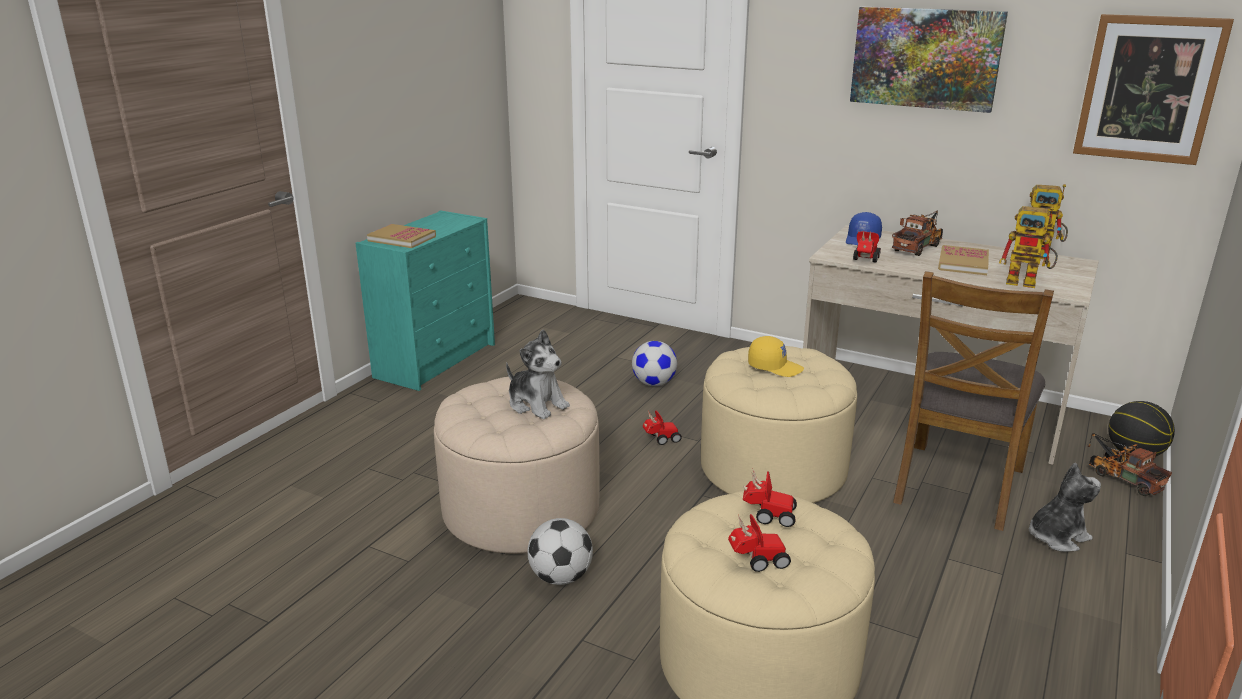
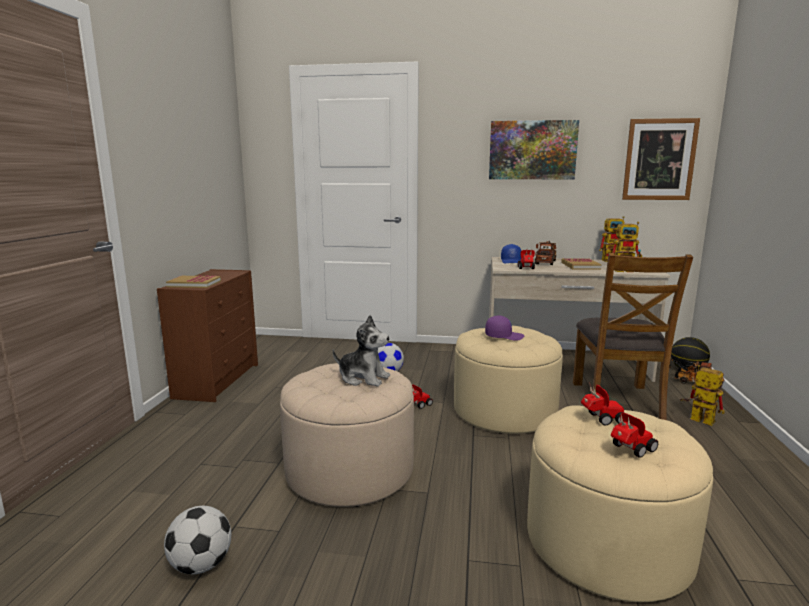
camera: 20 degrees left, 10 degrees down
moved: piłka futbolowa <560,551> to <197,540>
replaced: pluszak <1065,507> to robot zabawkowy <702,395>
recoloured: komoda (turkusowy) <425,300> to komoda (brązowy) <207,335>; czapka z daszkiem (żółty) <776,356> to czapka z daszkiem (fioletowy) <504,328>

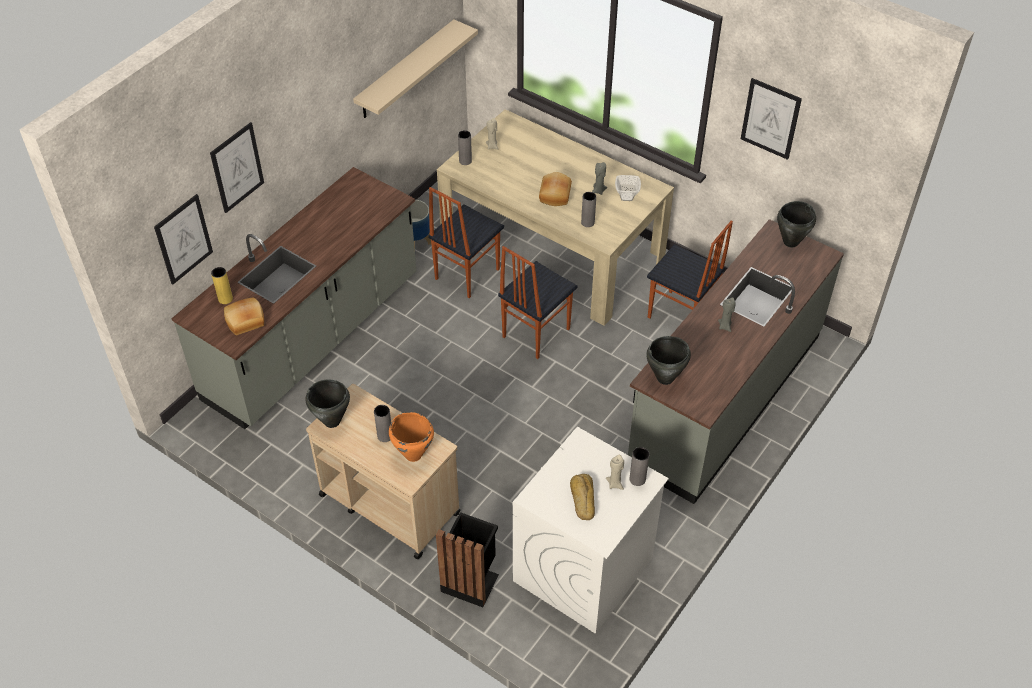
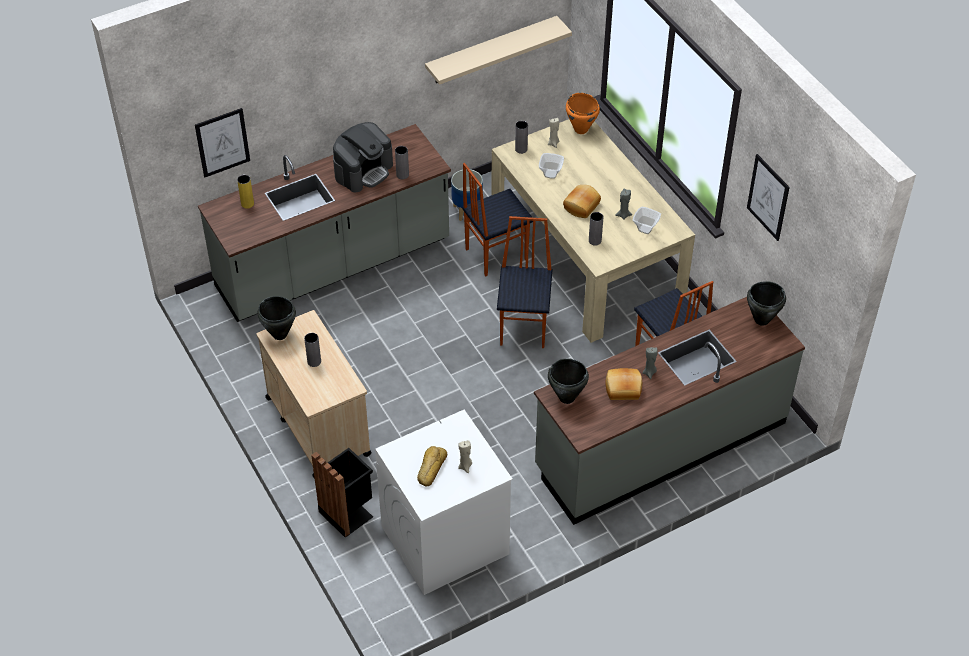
camera: 25 degrees right, 0 degrees up
removed: obraz <237,167>
added: ekspres do kawy <363,157>; miska <551,166>
moved: wazon (szary) <639,466> to <402,162>; garnek (pomarańczowy) <411,437> to <583,113>; chleb <244,316> to <623,384>
turned: krzesło <538,302> = <524,282> 120 degrees clockwise

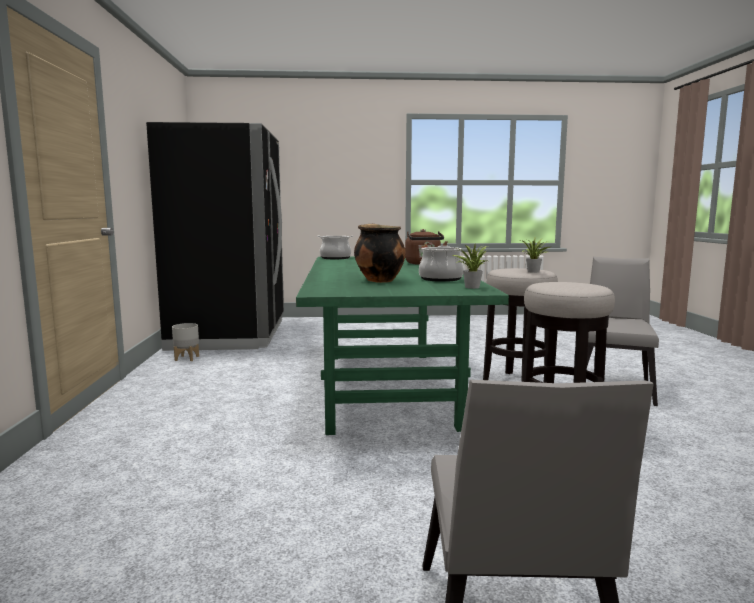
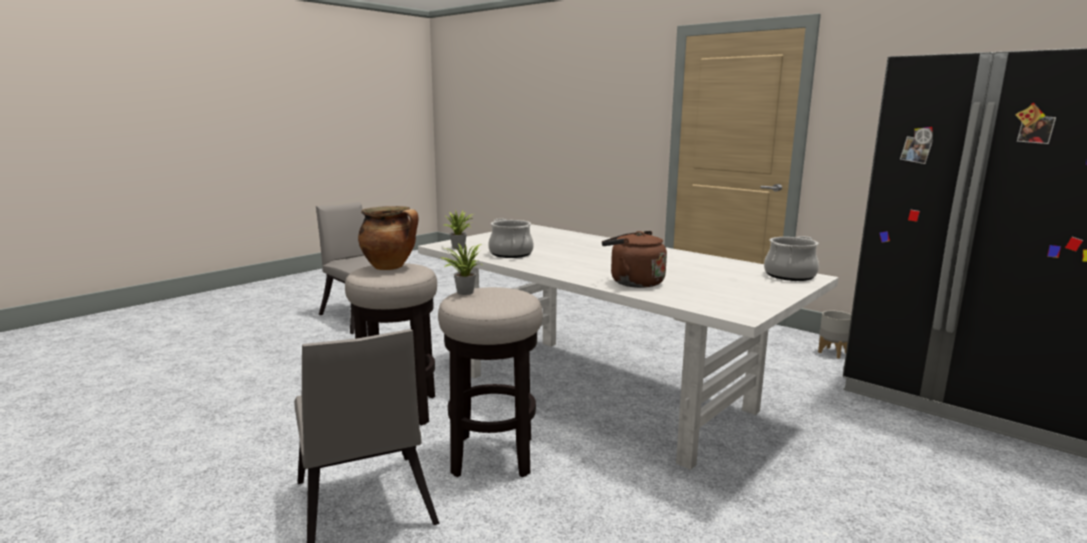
camera: 135 degrees right, 5 degrees up
moved: garnek <380,253> to <388,238>
recoloured: stół jadalny (zielony) <402,346> to stół jadalny (biały) <628,347>

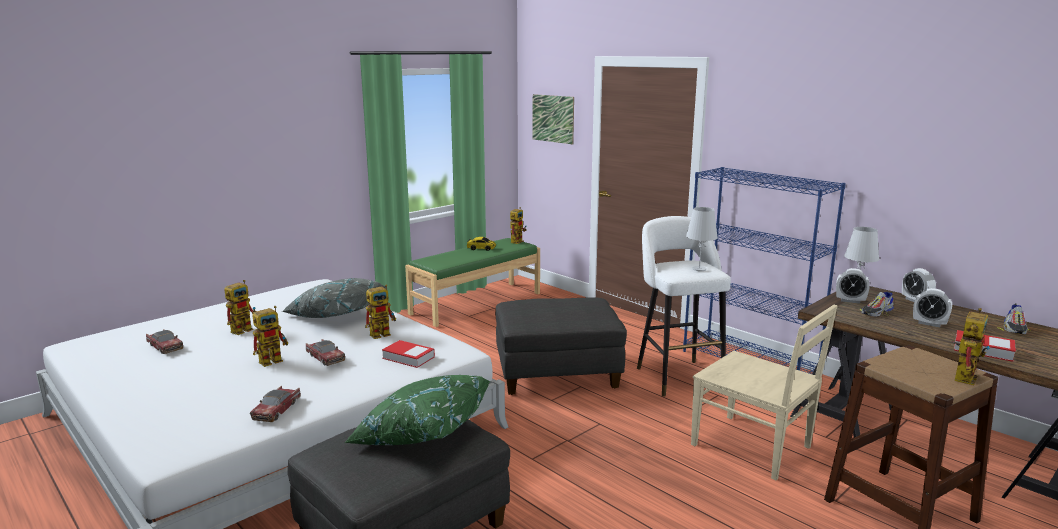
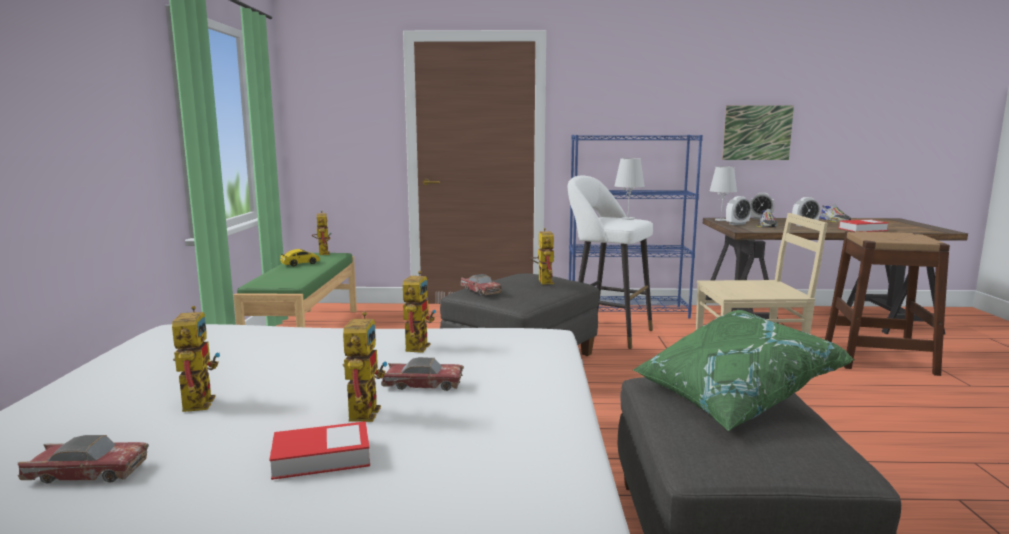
camera: 45 degrees left, 5 degrees down
removed: poduszka (szary) <334,298>
moved: książka <408,354> to <319,450>; samochodzik <275,404> to <481,284>; robot zabawkowy <971,346> to <542,256>; obraz <553,119> to <758,133>

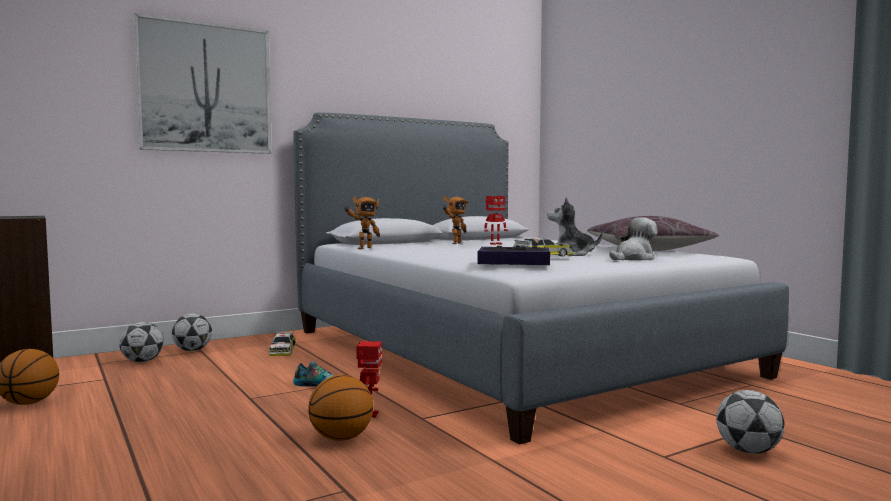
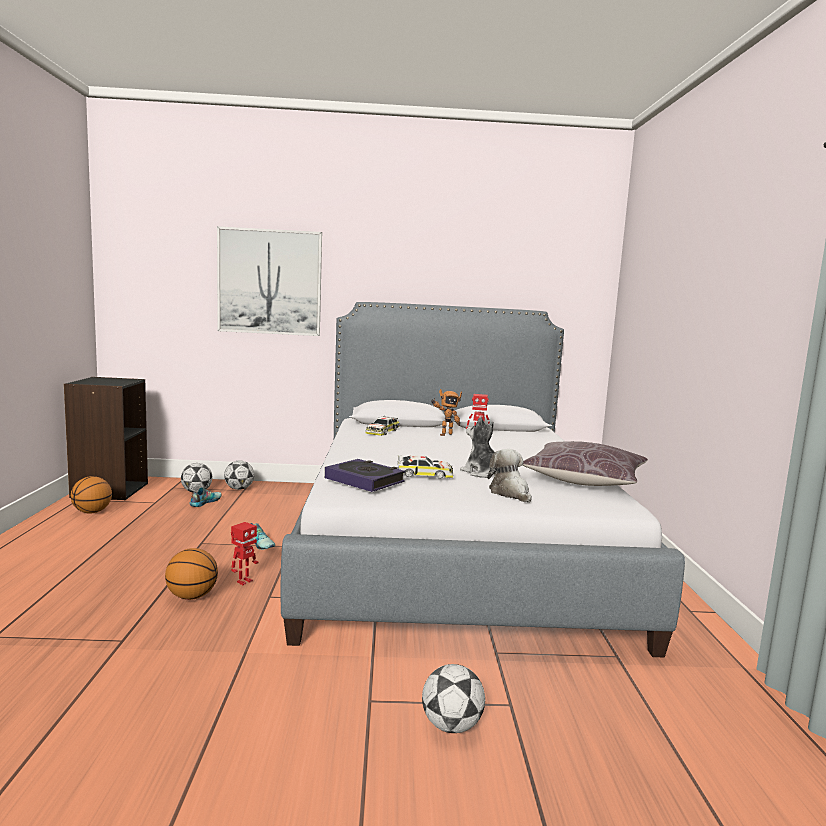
camera: 30 degrees right, 5 degrees up
removed: robot zabawkowy <362,222>
added: but <205,497>
moved: samochodzik <282,344> to <382,426>
turned: pluszak <633,238> = <510,476> 105 degrees counterclockwise

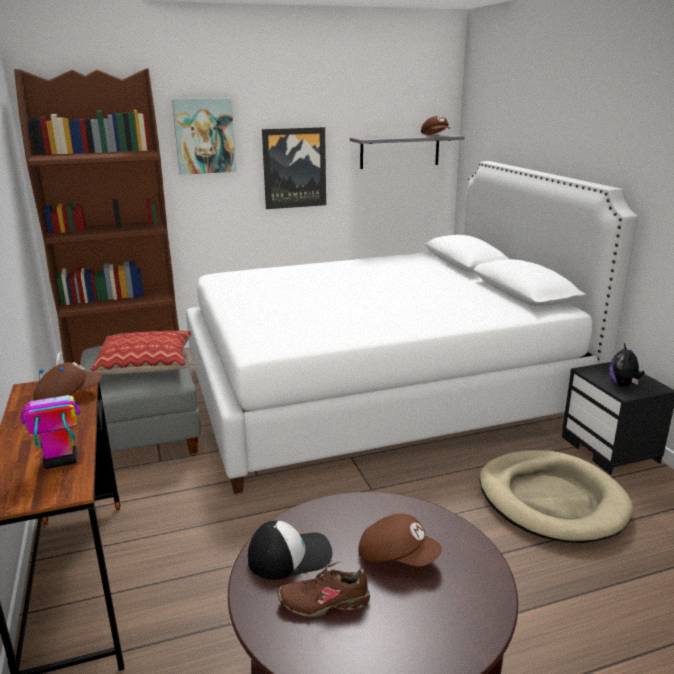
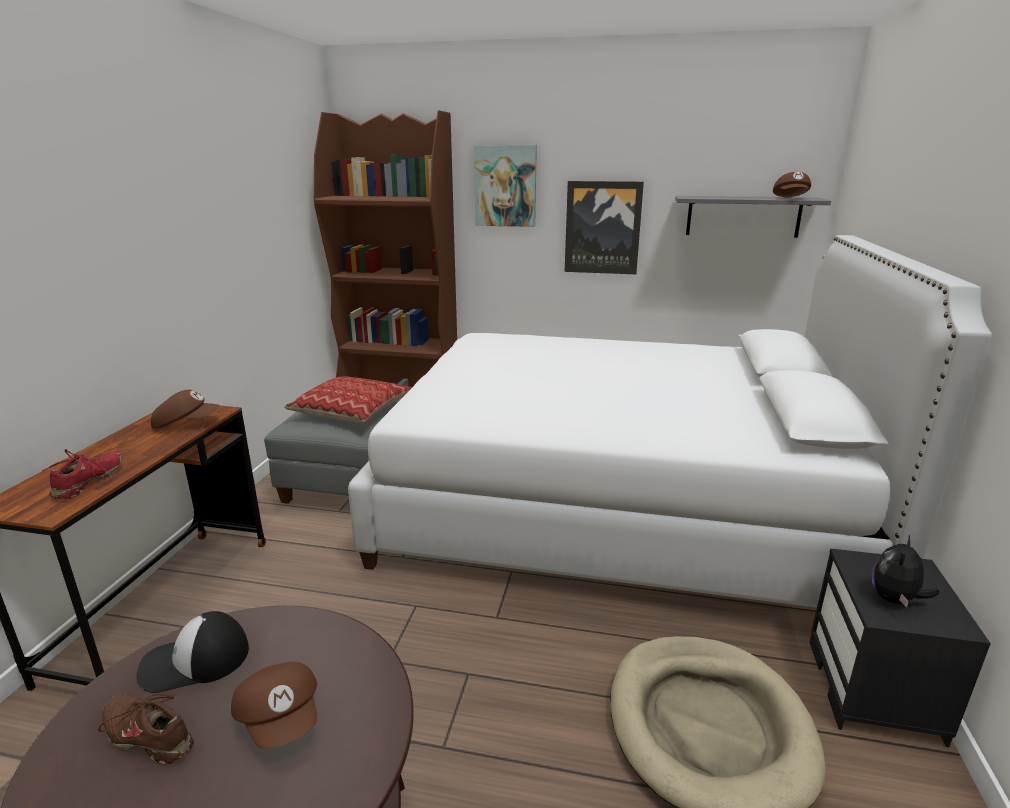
camera: 30 degrees right, 0 degrees up
replaced: robot zabawkowy <50,418> to but (czerwony) <82,474>
turned: czapka z daszkiem <290,550> = <193,652> 150 degrees clockwise

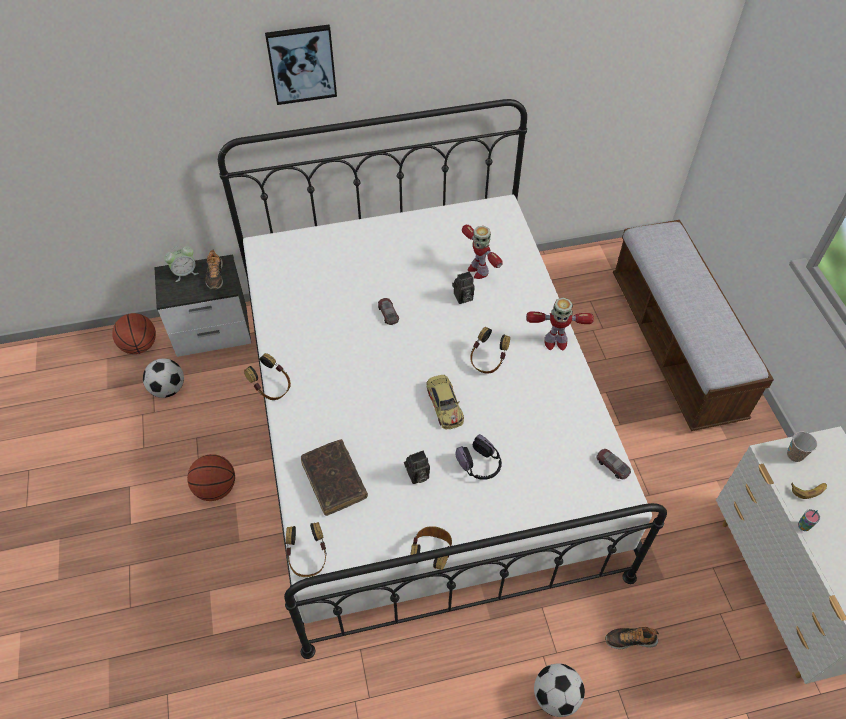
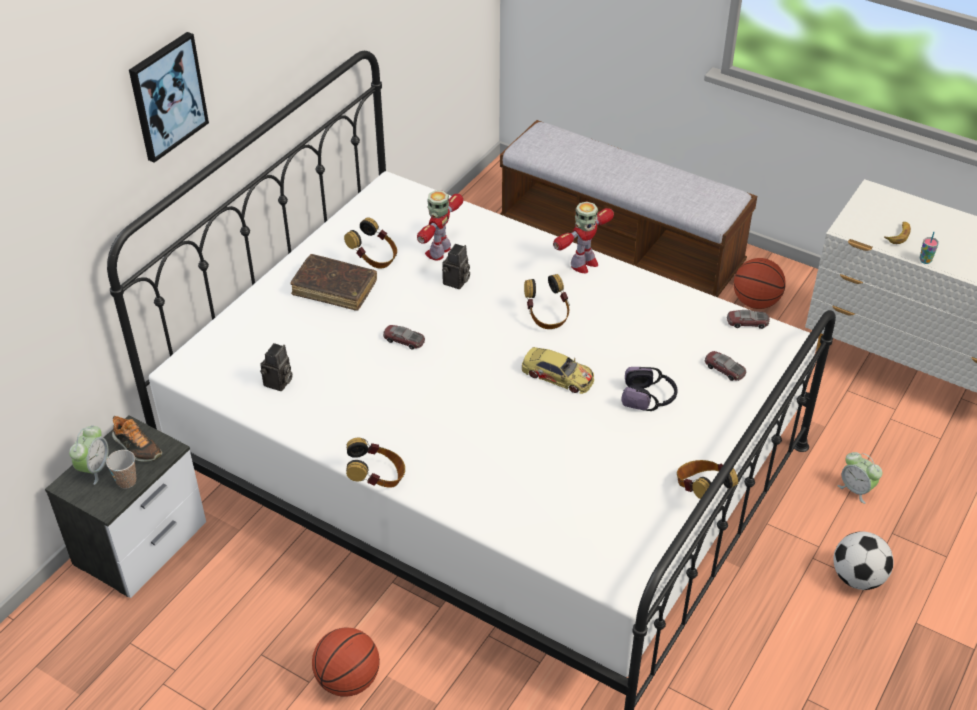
camera: 45 degrees left, 10 degrees down
removed: piłka futbolowa <163,378>
added: samochodzik <725,366>
moved: filiżanka <802,446> to <121,469>; aparat fotograficzny <417,467> to <276,367>; książka (brązowy) <334,477> to <333,282>; słuchawki <306,549> to <370,243>; piłka do koszykówki <134,333> to <760,283>
replaced: but <632,638> to budzik <859,478>
turned: robot zabawkowy <482,252> = <440,225> 105 degrees clockwise

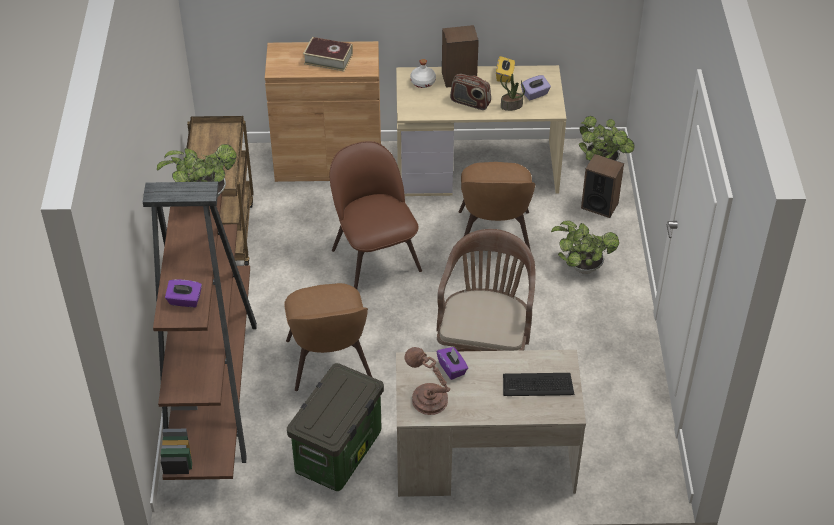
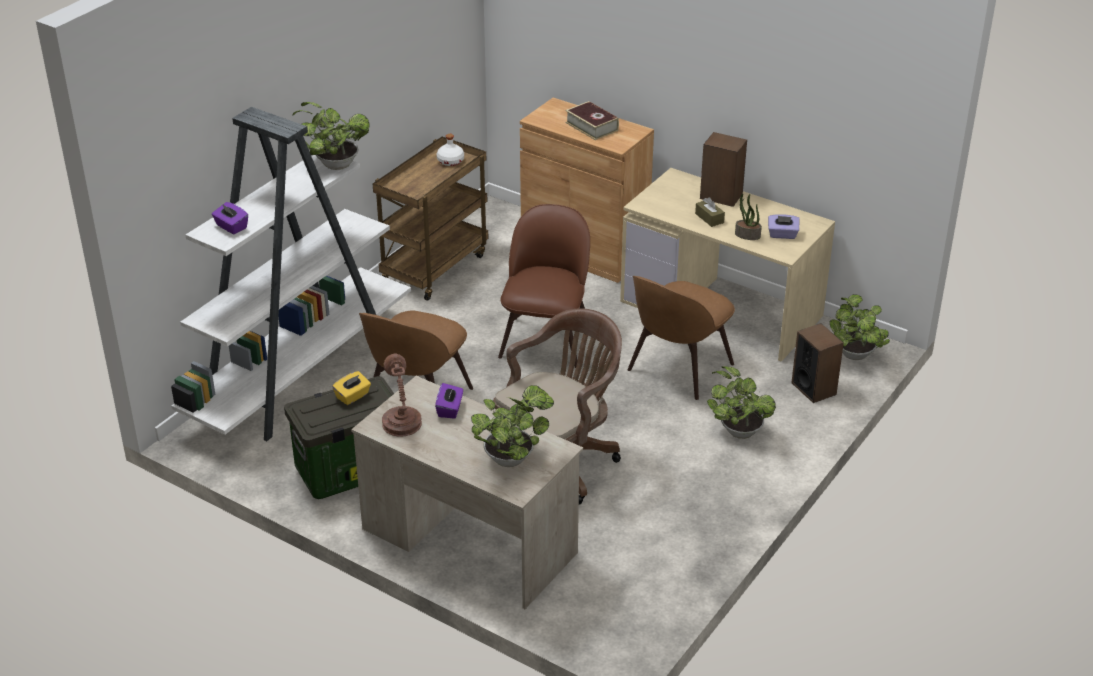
camera: 35 degrees right, 10 degrees down
moved: pudełko chusteczek (żółty) <505,69> to <351,388>; butelka (biały) <423,73> to <450,150>
replaced: klawiatura <539,384> to roślina doniczkowa <512,426>; radio <470,92> to pudełko chusteczek (brązowy) <710,212>
recoloured: regał (brązowy) <200,331> to regał (biały) <291,274>

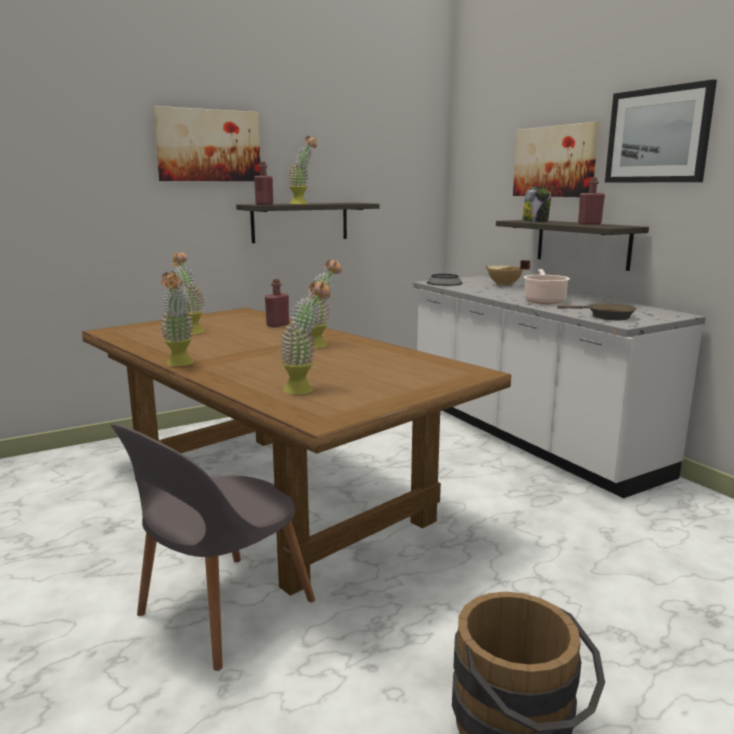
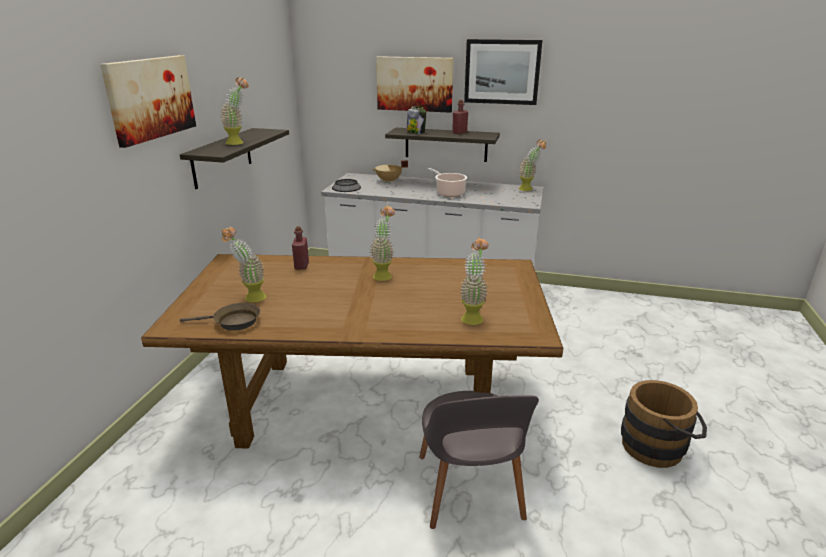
camera: 45 degrees left, 10 degrees up
removed: butelka (czerwony) <263,183>
moved: patelnia (brązowy) <597,311> to <220,317>; roślina doniczkowa <177,318> to <532,165>

